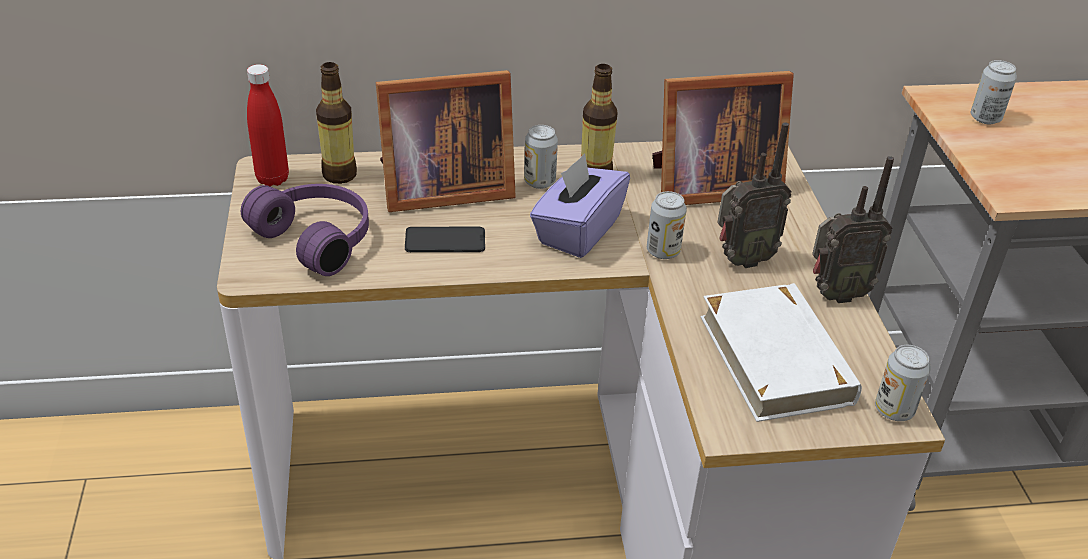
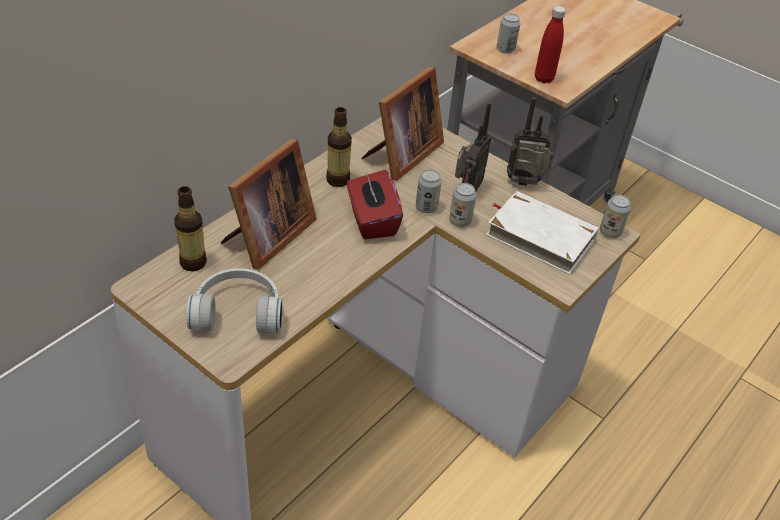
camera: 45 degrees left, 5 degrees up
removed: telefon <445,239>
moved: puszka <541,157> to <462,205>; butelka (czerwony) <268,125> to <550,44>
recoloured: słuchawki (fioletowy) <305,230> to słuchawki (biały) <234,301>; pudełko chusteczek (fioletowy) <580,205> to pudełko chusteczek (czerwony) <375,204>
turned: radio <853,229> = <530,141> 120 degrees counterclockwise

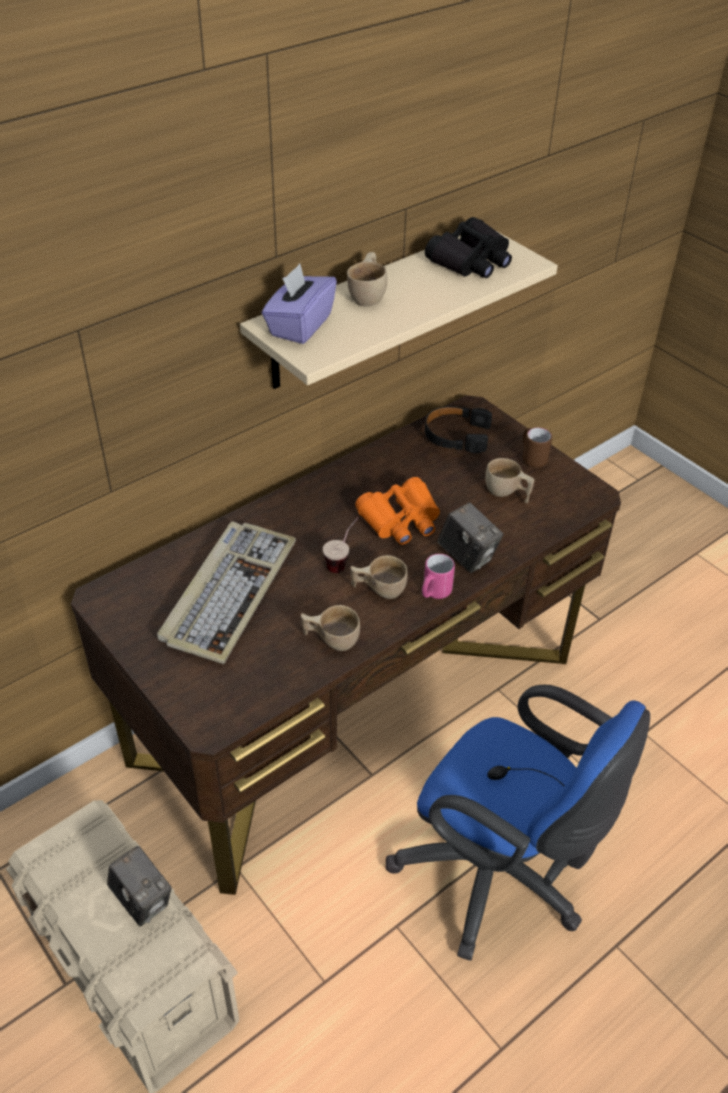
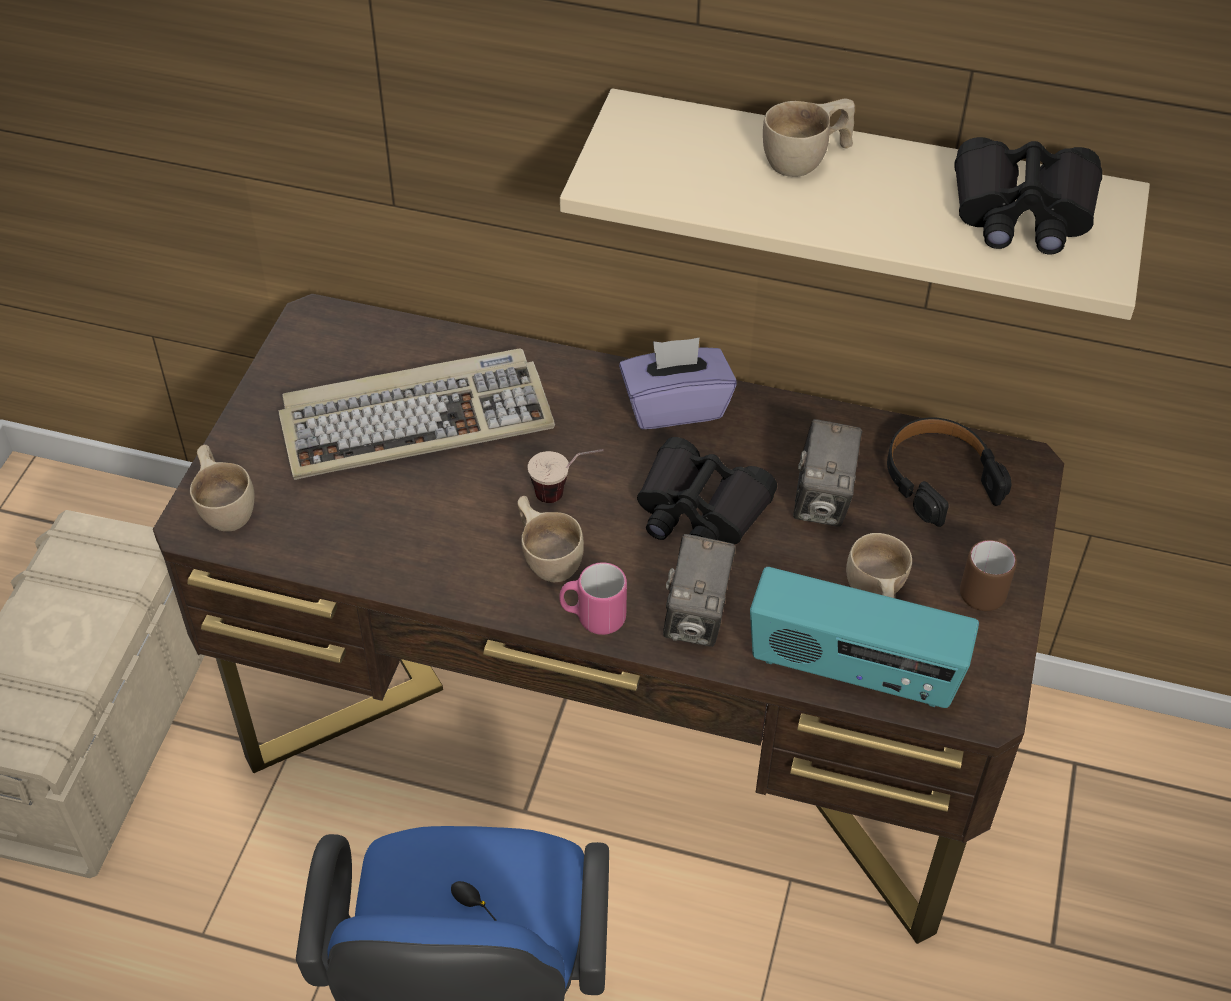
camera: 55 degrees right, 5 degrees up
added: radio <864,637>
moved: filiżanka (beżowy) <330,628> to <222,488>; pudełko chusteczek (fioletowy) <299,304> to <678,383>; aparat fotograficzny <139,886> to <828,473>
recoloured: lornetka (pomarańczowy) <397,511> to lornetka (czarny) <707,490>

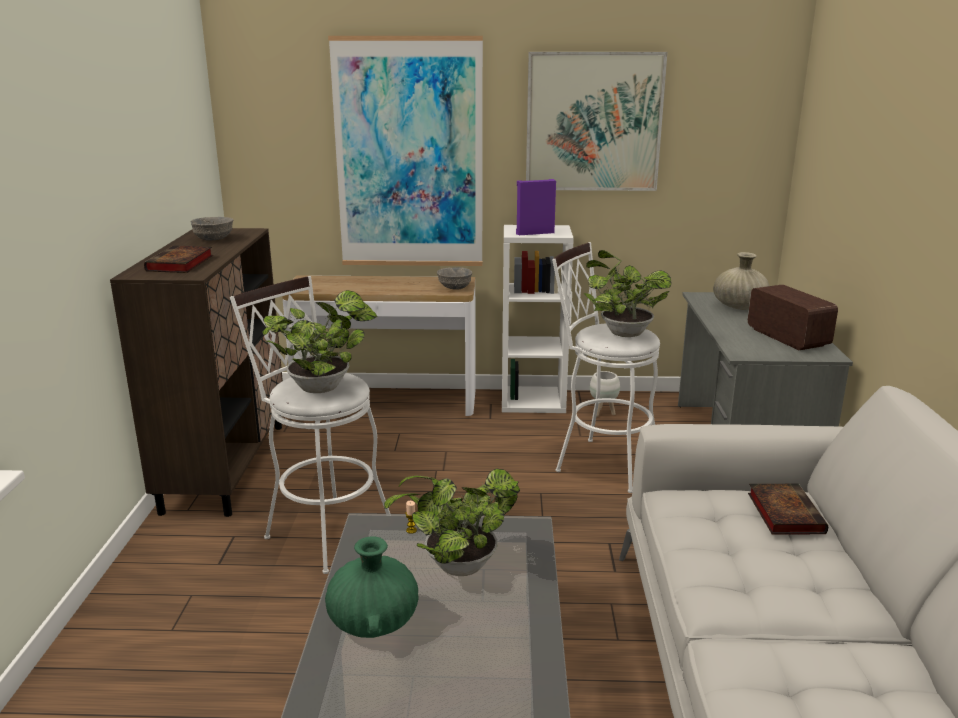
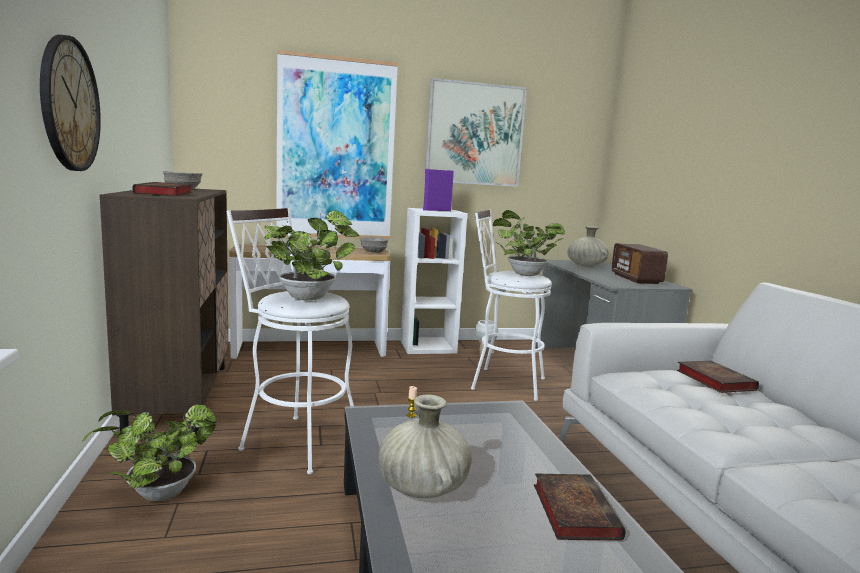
camera: 15 degrees left, 10 degrees down
added: zegar ścienny <70,103>; książka <580,507>
moved: roślina doniczkowa <452,522> to <149,452>
recoloured: wazon (zielony) <371,587> to wazon (beżowy) <425,446>
turned: radio <793,317> = <640,263> 150 degrees counterclockwise

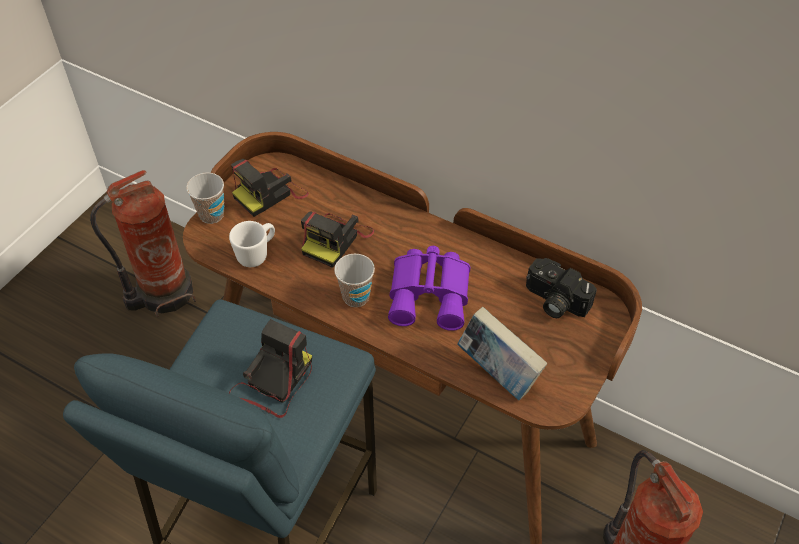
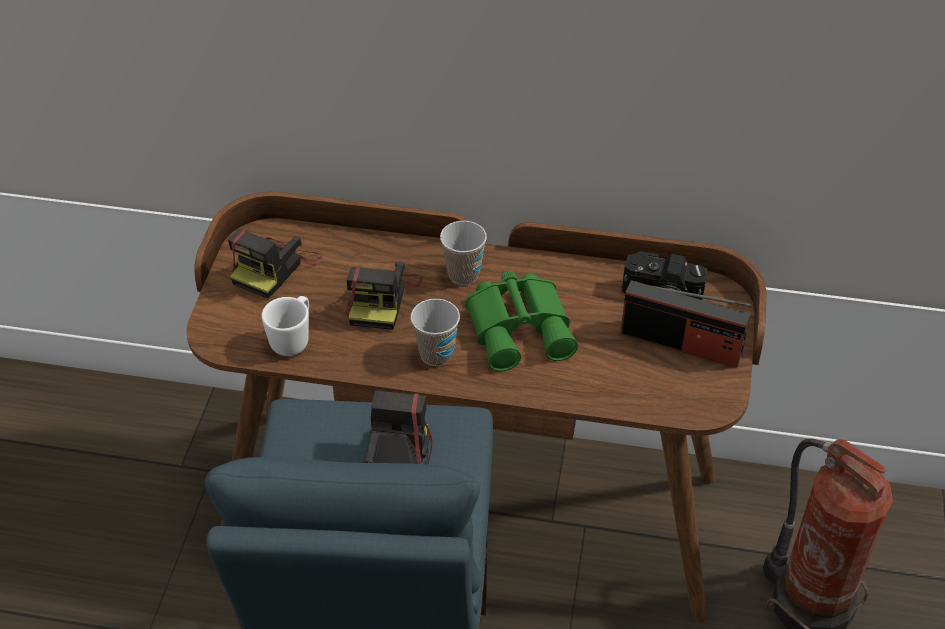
camera: 20 degrees left, 5 degrees down
removed: gaśnica <143,243>; książka <502,353>
added: radio <686,324>
moved: filiżanka <205,198> to <463,253>
recoloured: lornetka (fioletowy) <429,288> to lornetka (zielony) <521,321>

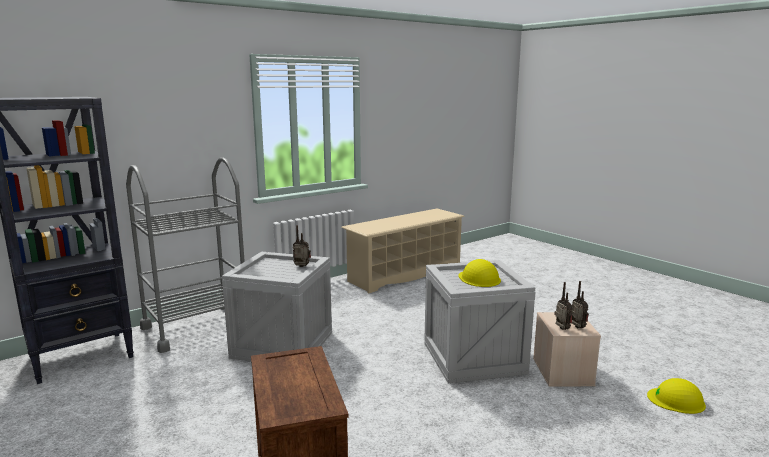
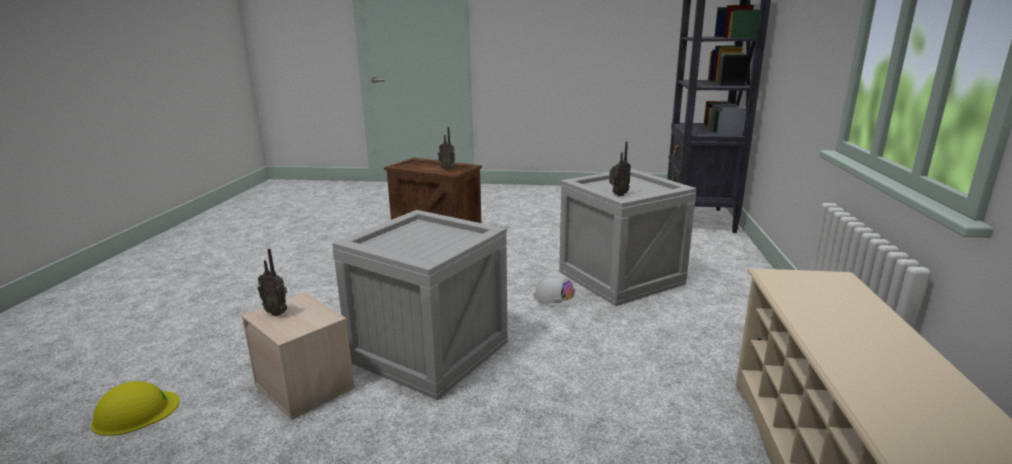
camera: 135 degrees right, 5 degrees up
removed: wózek (szary) <185,255>; kask (żółty) <479,273>
added: kask (biały) <556,289>
moved: radio <563,306> to <446,149>

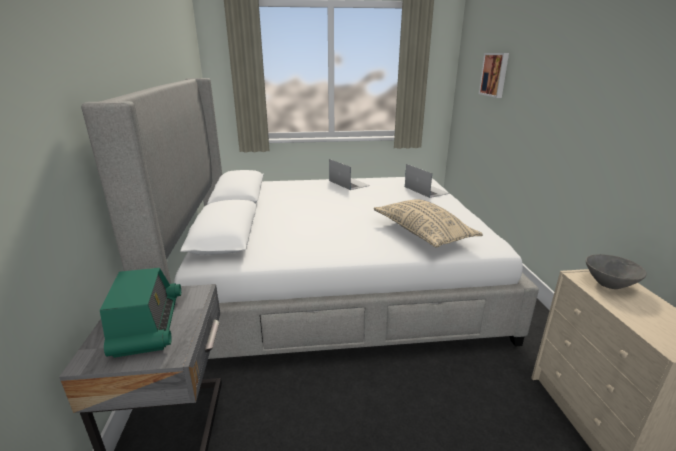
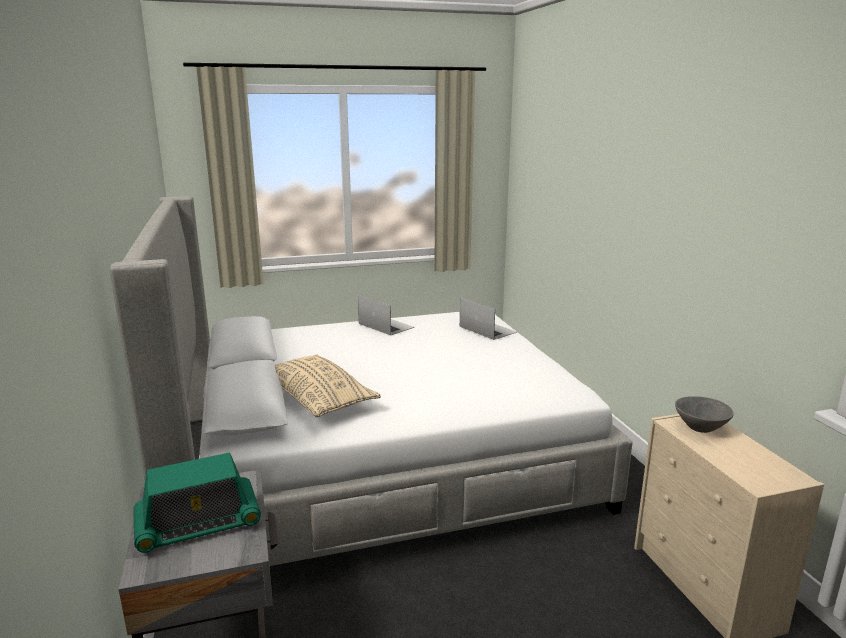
camera: 10 degrees left, 5 degrees down
removed: obraz <494,75>
moved: poduszka (beżowy) <428,223> to <328,385>
turned: radio <140,313> = <197,503> 90 degrees clockwise

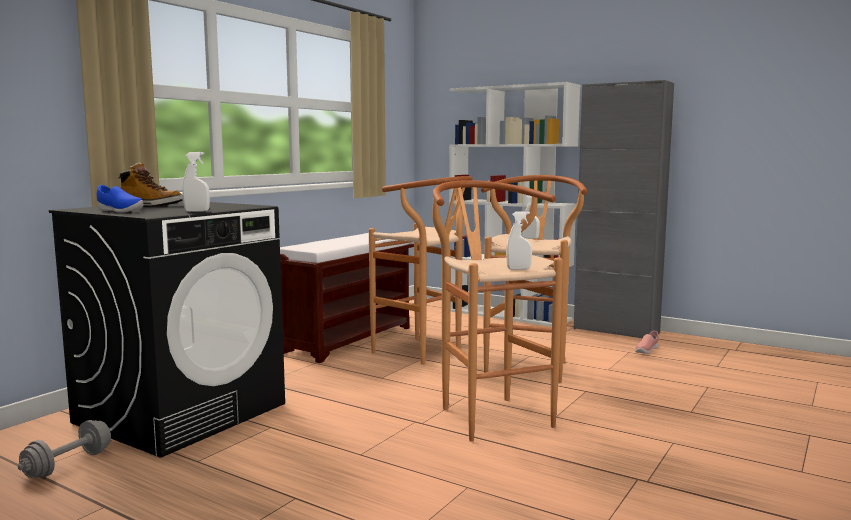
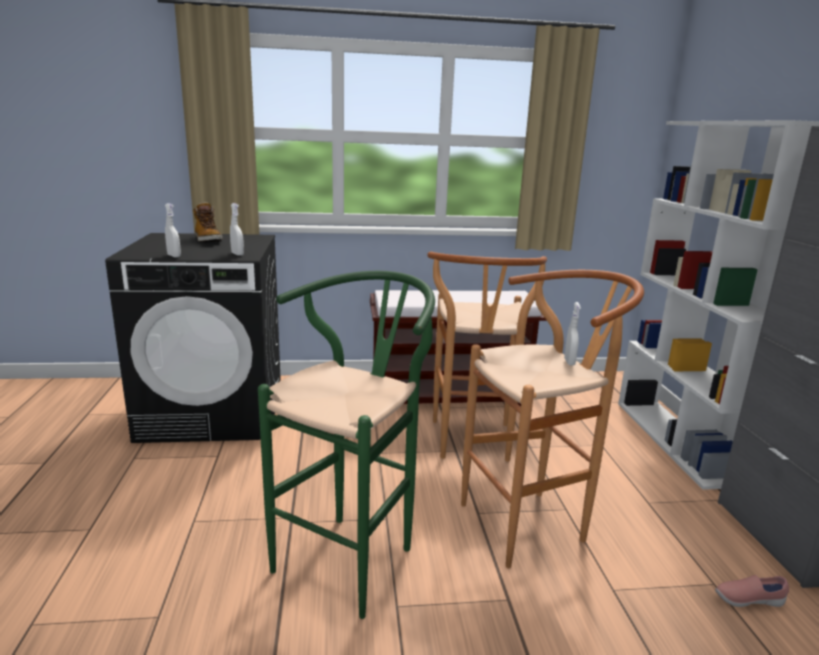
camera: 50 degrees right, 10 degrees up
removed: hantel (szary) <64,449>; but (niebieski) <119,199>
moved: spryskiwacz (biały) <519,240> to <237,229>
recoloured: stołek (brązowy) <497,311> to stołek (zielony) <346,445>

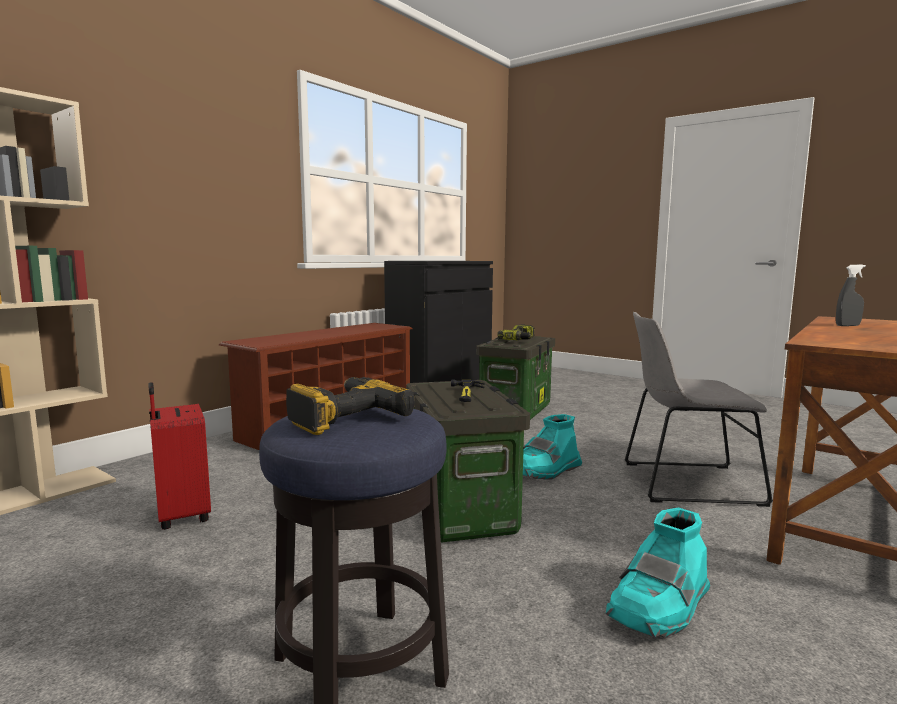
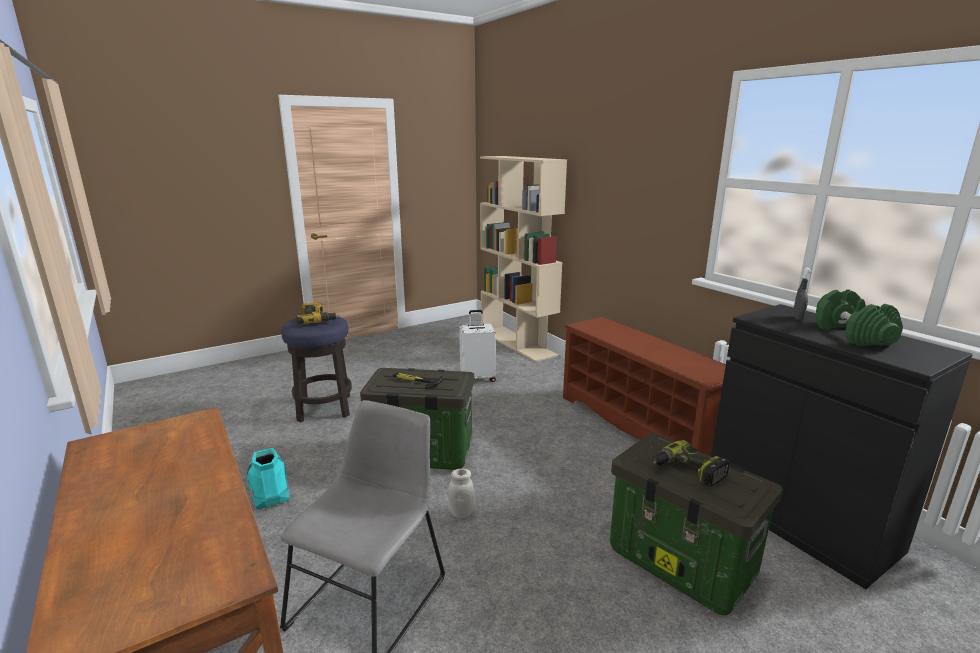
camera: 110 degrees right, 10 degrees up
added: hantel (zielony) <859,317>
moved: spryskiwacz (szary) <851,295> to <802,293>
replaced: but z cholewką (turkusowy) <552,447> to słoik (biały) <461,493>
recoloured: walizka (czerwony) <179,456> to walizka (biały) <477,346>

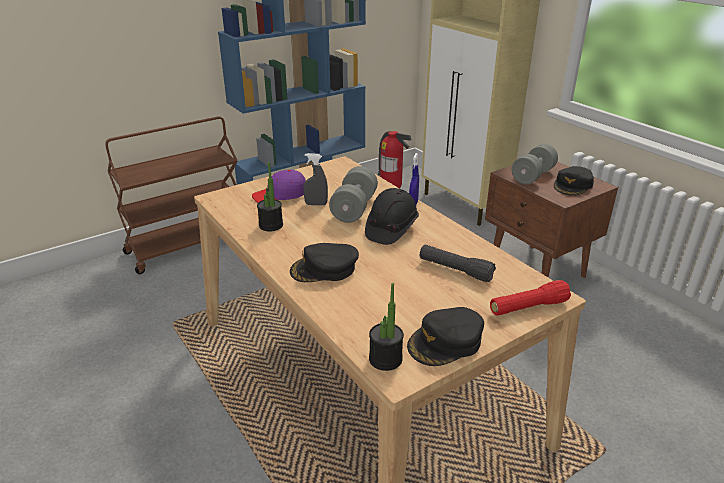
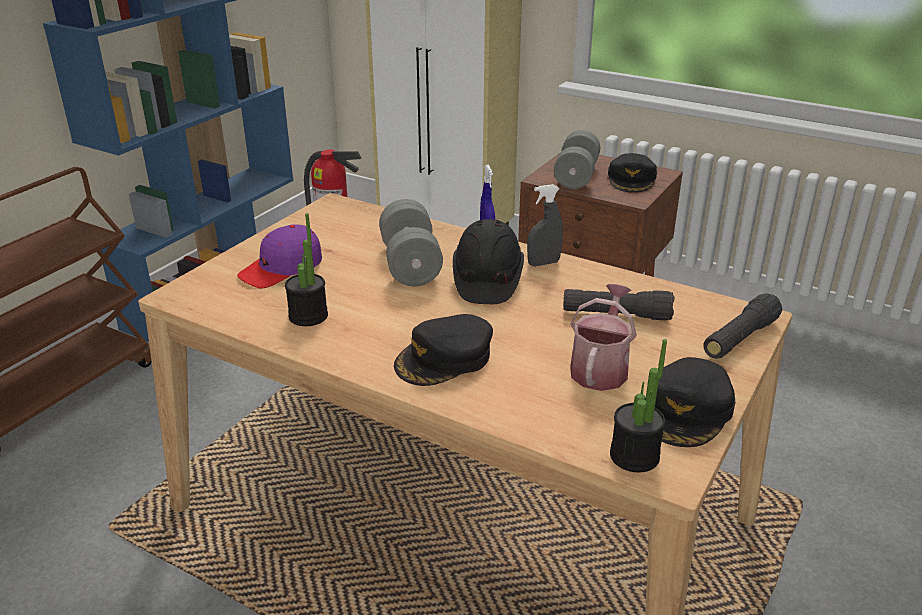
camera: 25 degrees left, 0 degrees up
added: konewka <603,337>
moved: spryskiwacz (szary) <315,179> to <545,225>
recoloured: latarka (czerwony) <530,298> to latarka (czarny) <743,326>

